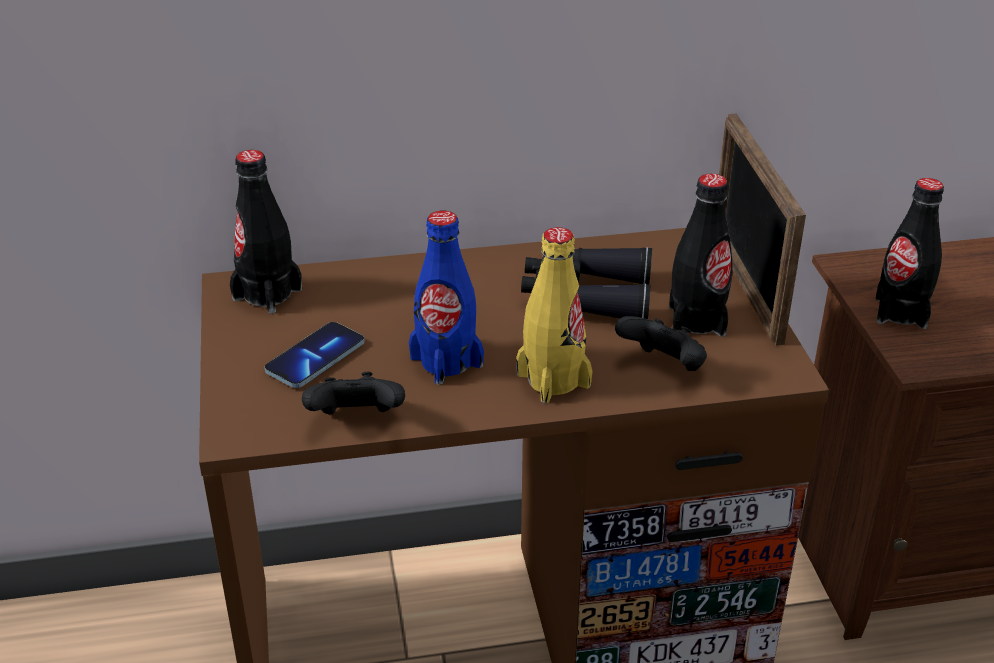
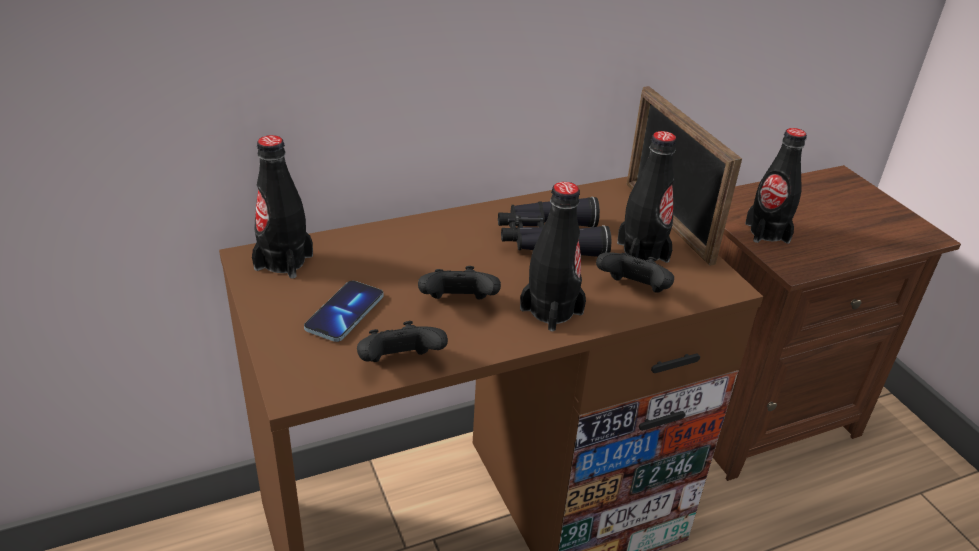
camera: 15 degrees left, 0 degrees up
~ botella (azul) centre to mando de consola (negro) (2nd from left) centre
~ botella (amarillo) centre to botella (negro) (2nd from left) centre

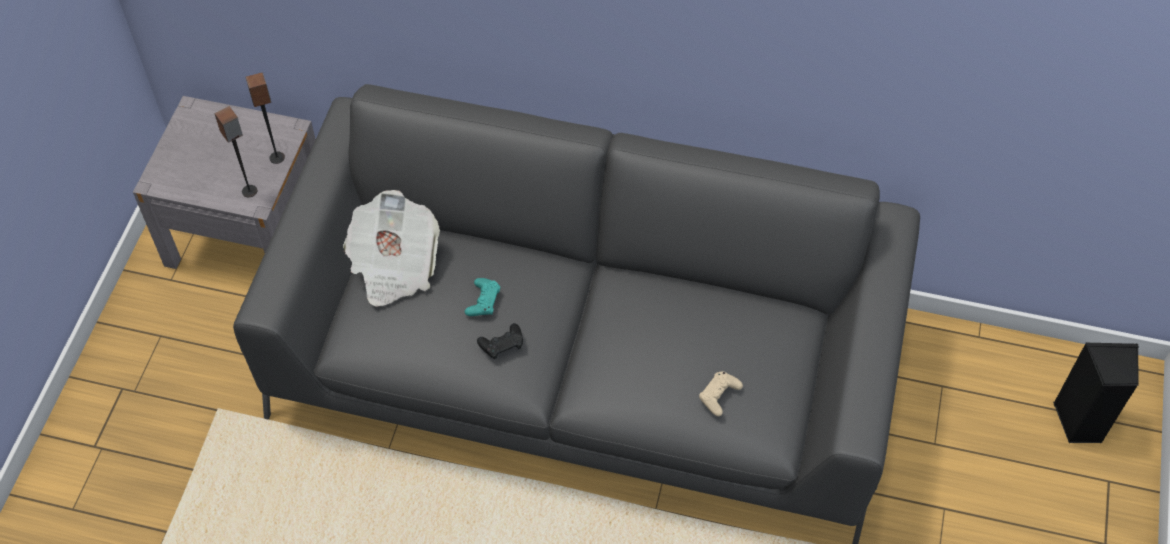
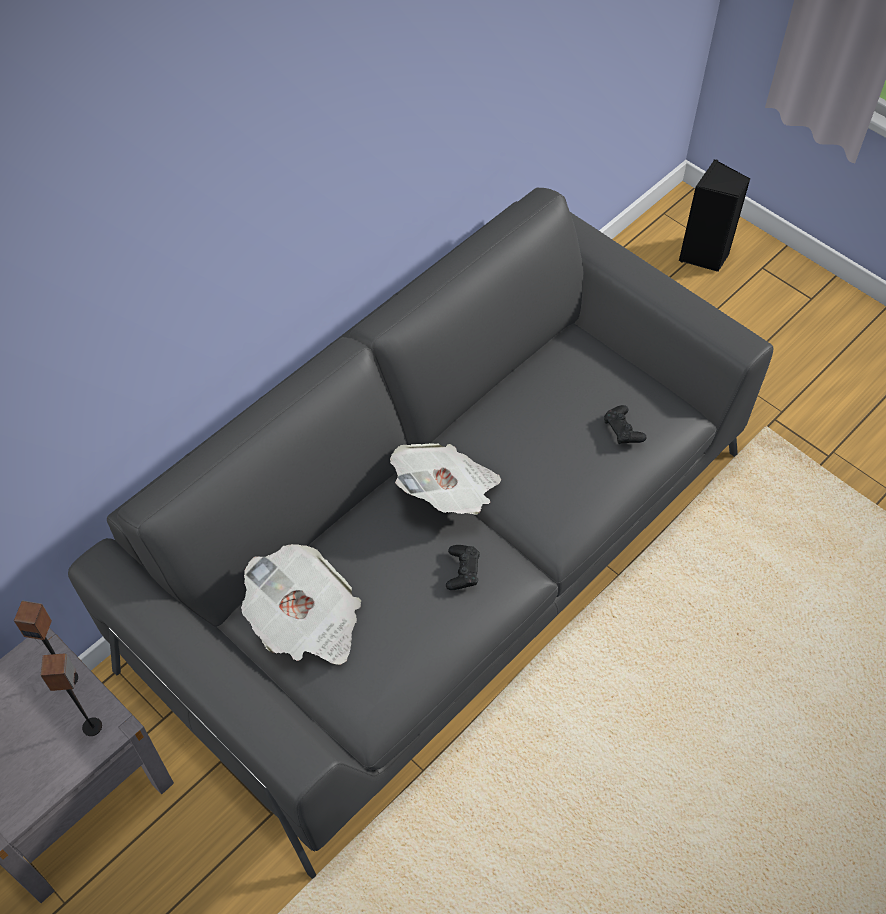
camera: 60 degrees left, 0 degrees up
- mando de consola (turquesa) centre
~ mando de consola (beis) bottom centre to mando de consola (negro) (2nd from left) middle right
+ periódico (2nd from left) centre

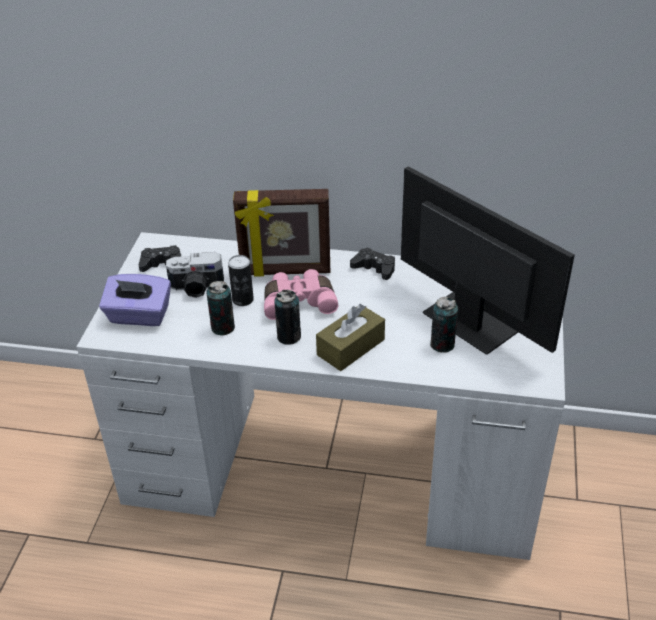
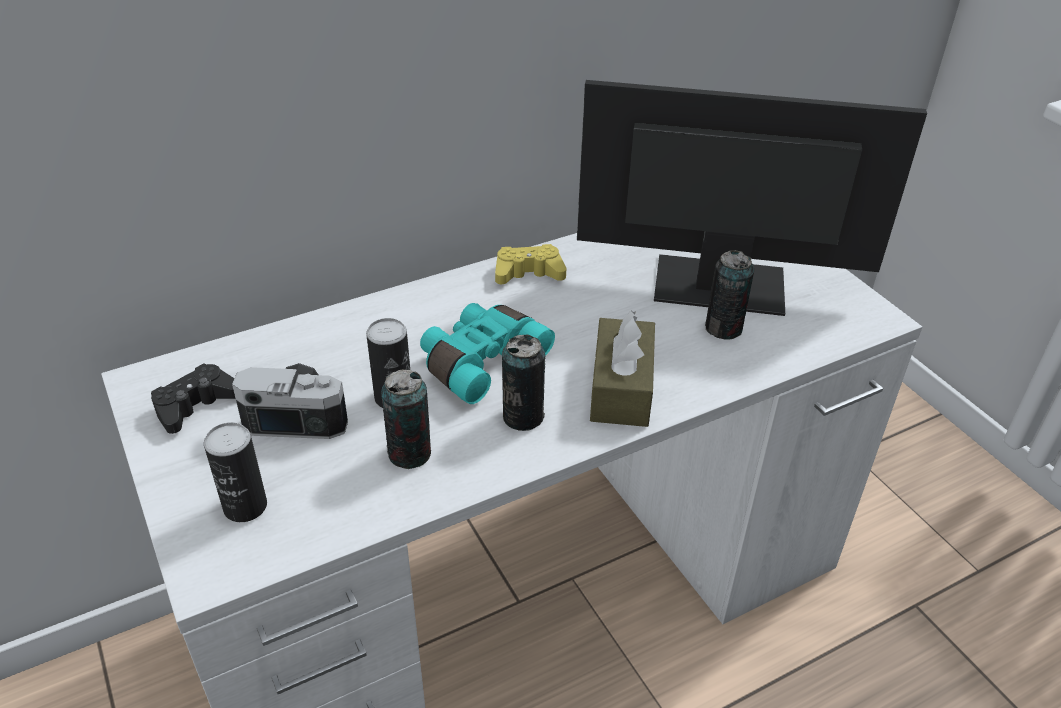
camera: 40 degrees left, 0 degrees up
~ caja de pañuelos (morado) middle left to lata (1st from left) bottom left
~ cámara middle left = middle left 135 degrees counterclockwise
- portarretratos centre
~ prismáticos (rosa) centre to prismáticos (turquesa) centre
~ mando de consola (negro) (2nd from left) centre to mando de consola (amarillo) centre

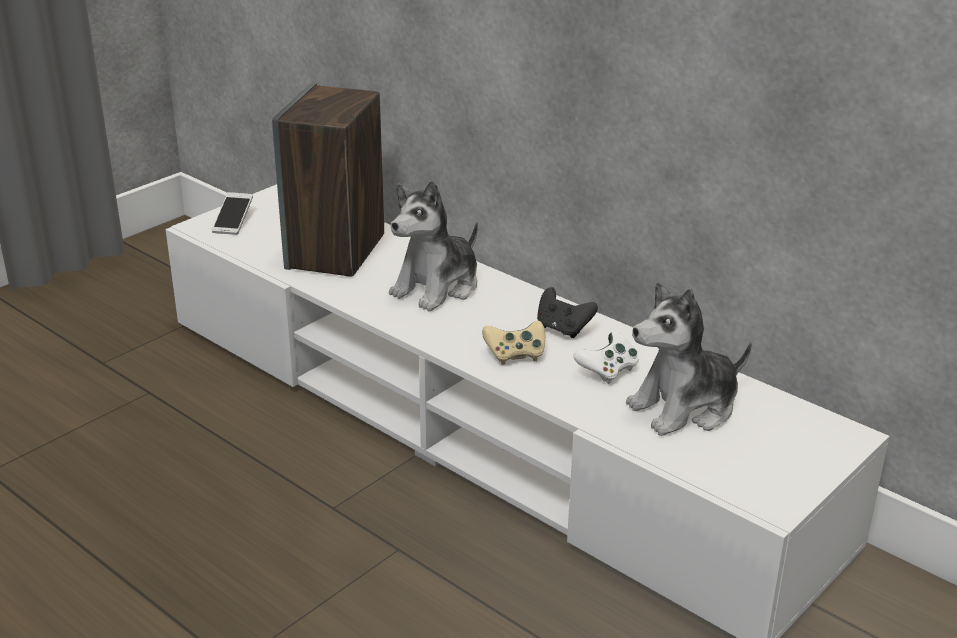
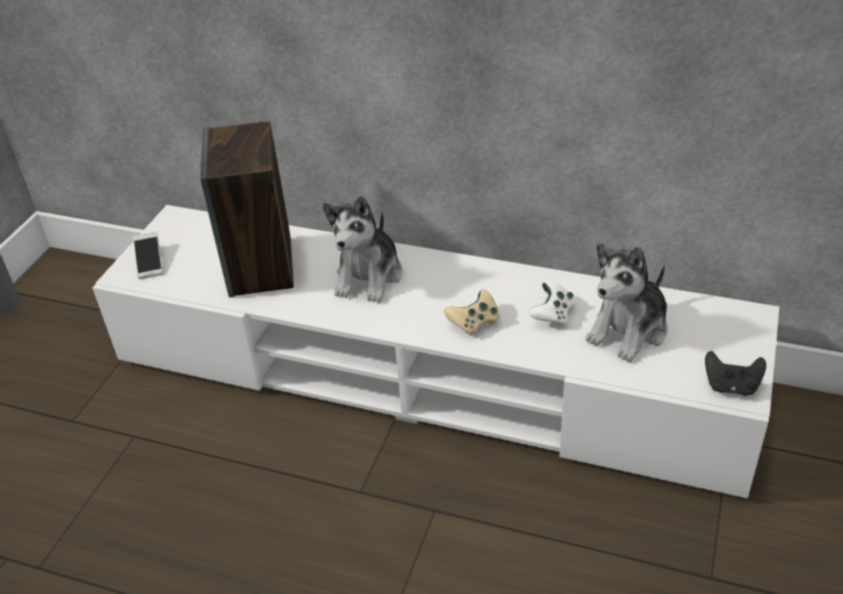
camera: 20 degrees left, 10 degrees up
~ mando de consola (negro) centre to middle right

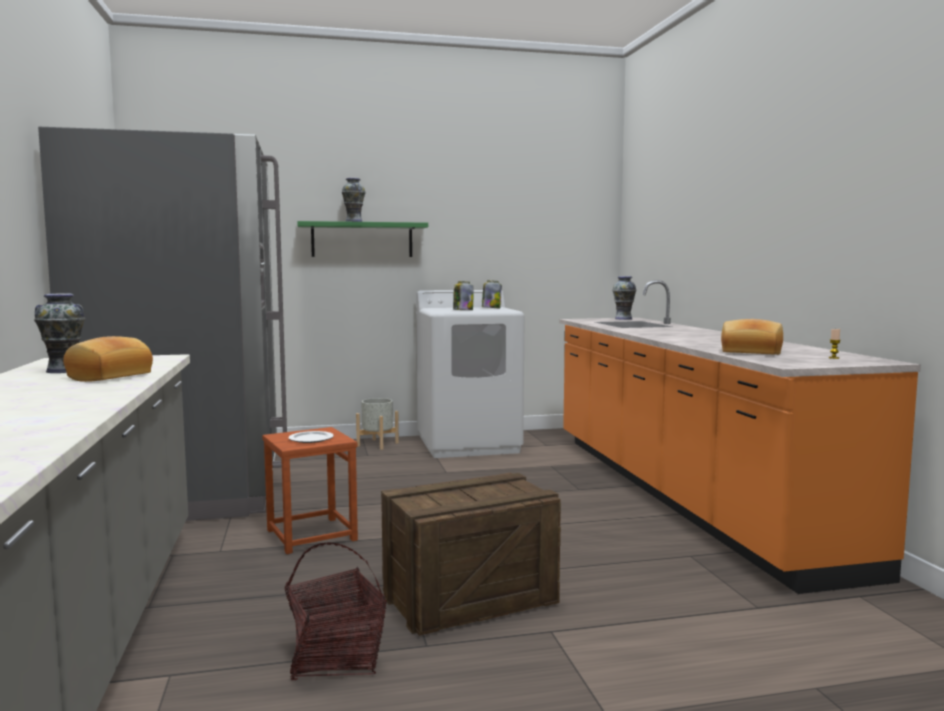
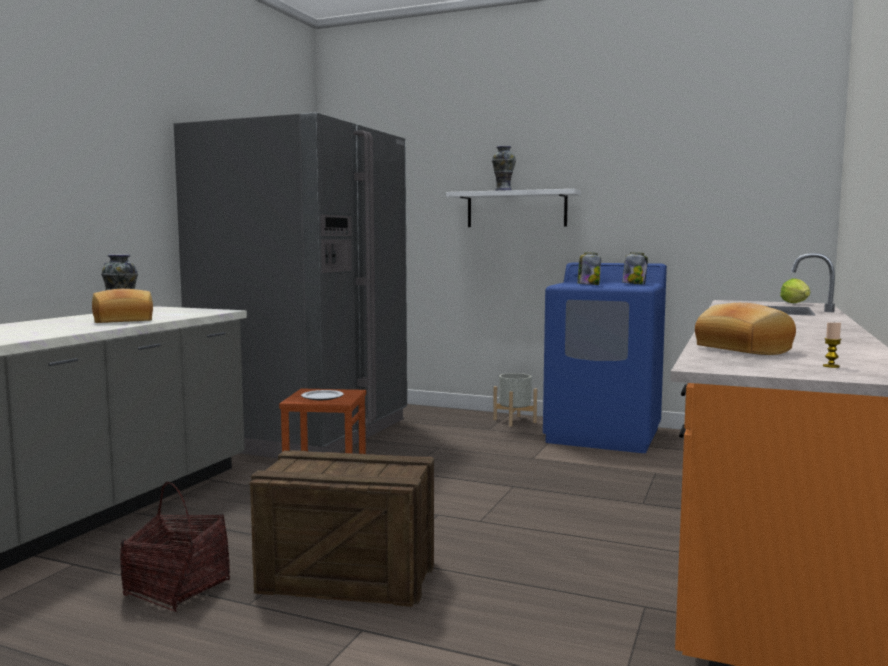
camera: 35 degrees right, 0 degrees up
~ estante (verde) centre to estante (blanco) top centre
~ lavadora (blanco) centre to lavadora (azul) middle right
~ florero (3rd from left) centre to lechuga middle right

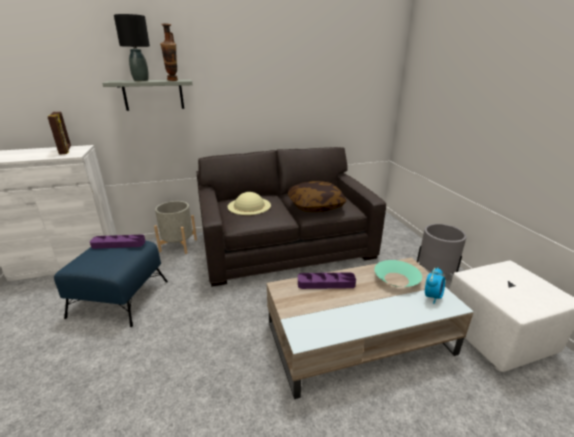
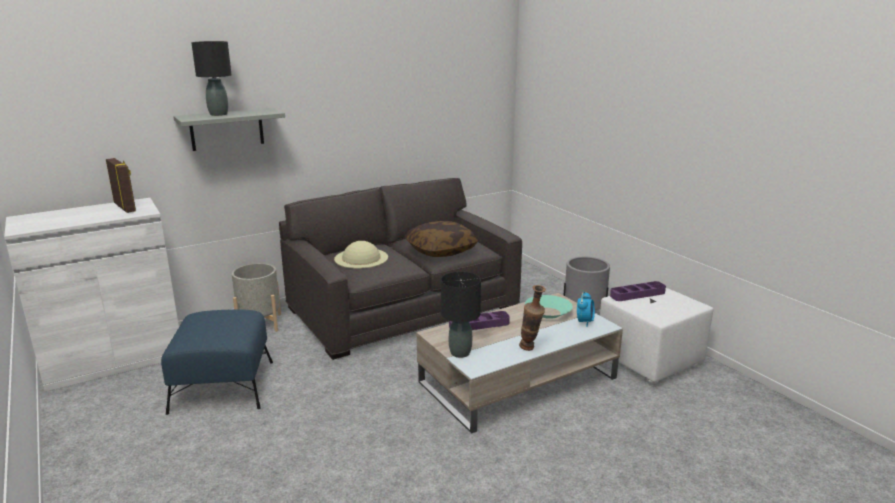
camera: 15 degrees left, 5 degrees down
~ bandeja (morado) (1st from left in the first image) middle left to bandeja (morado) (2nd from left) middle right
~ florero top left to centre
+ lámpara de mesa (negro) (2nd from left) centre

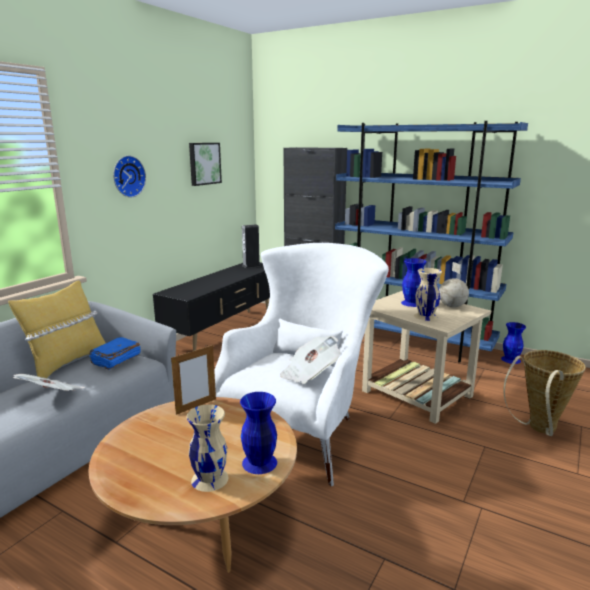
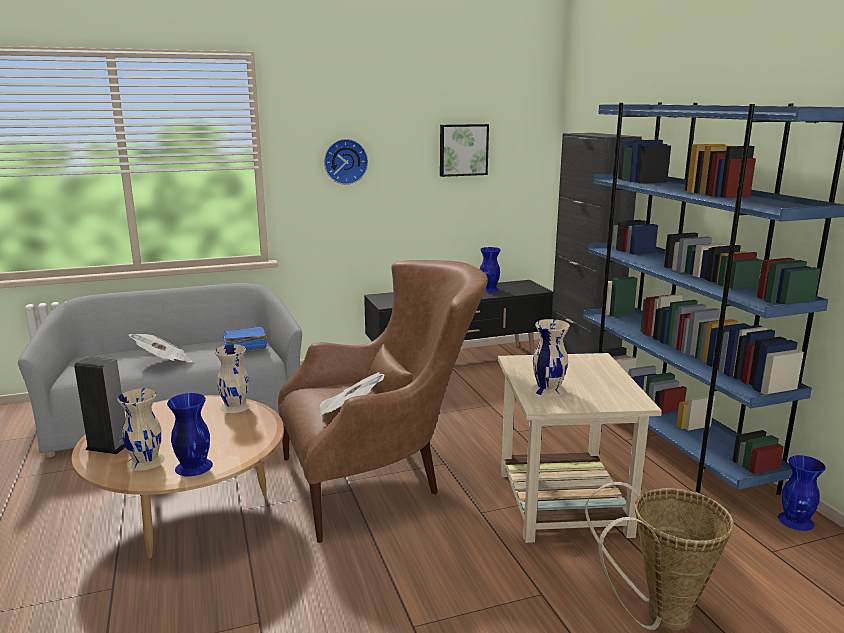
camera: 40 degrees right, 0 degrees up
- cojín (amarillo) middle left
~ portarretratos middle left to florero (beis) (2nd from left) middle left
~ sillón (blanco) centre to sillón (marrón) centre
~ altavoz centre to middle left
~ florero (azul) (2nd from left) middle right to centre
- globo terráqueo middle right

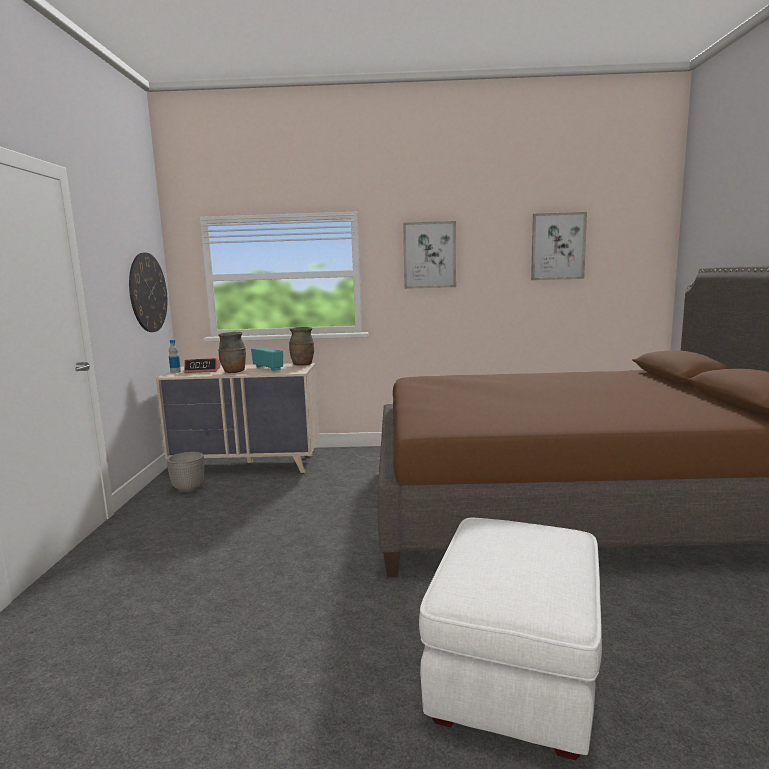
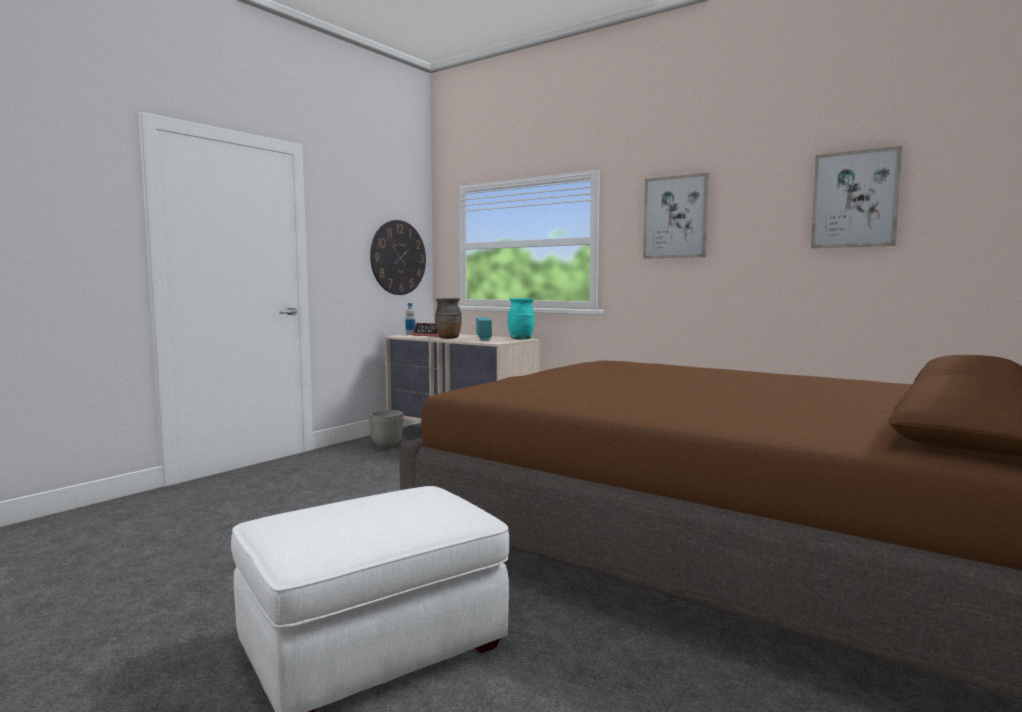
camera: 35 degrees right, 5 degrees down
~ florero (marrón) (2nd from left) centre to florero (turquesa) centre

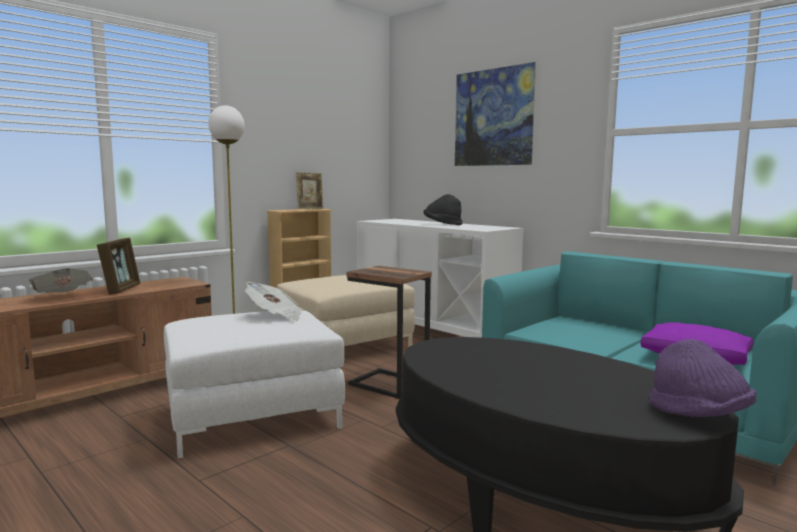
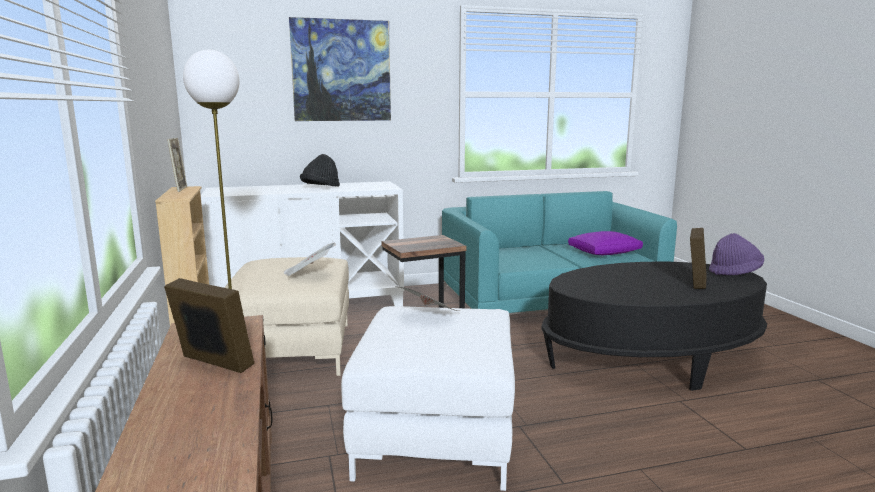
camera: 60 degrees left, 5 degrees up
~ periódico (1st from left) middle left to centre
+ portarretratos (3rd from left) middle right

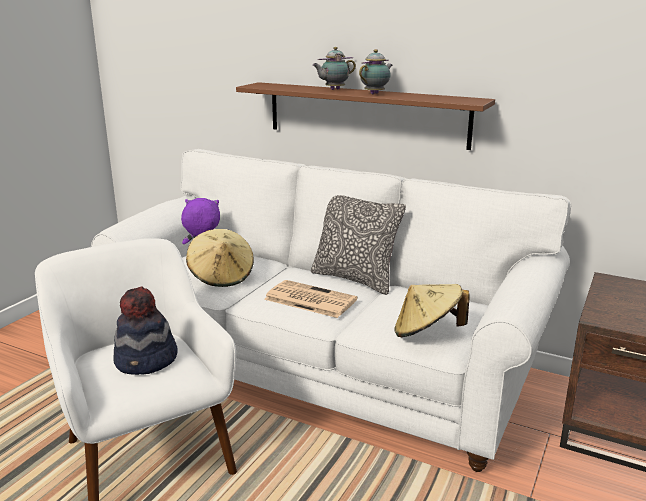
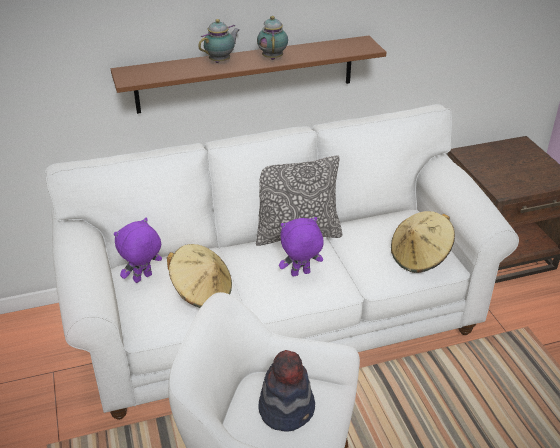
camera: 45 degrees left, 15 degrees up
~ periódico centre to peluche (morado) (2nd from left) centre
~ tetera (1st from left) top centre = top centre 150 degrees counterclockwise

